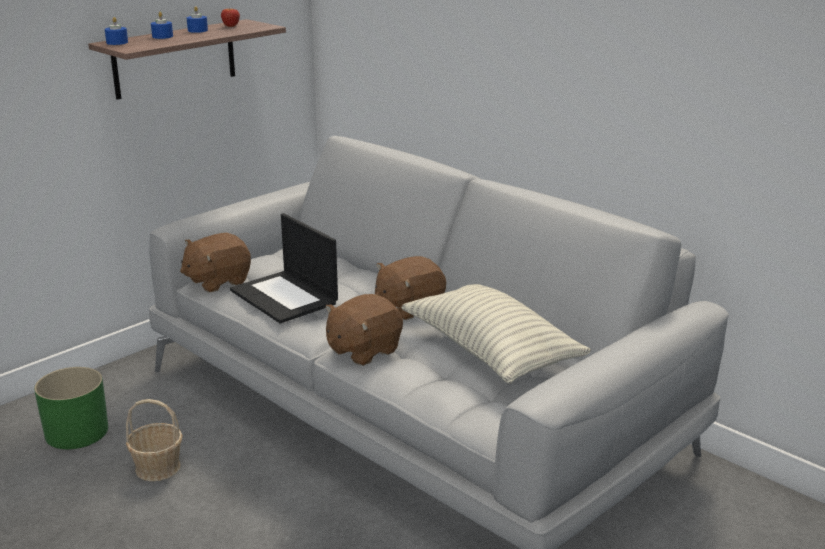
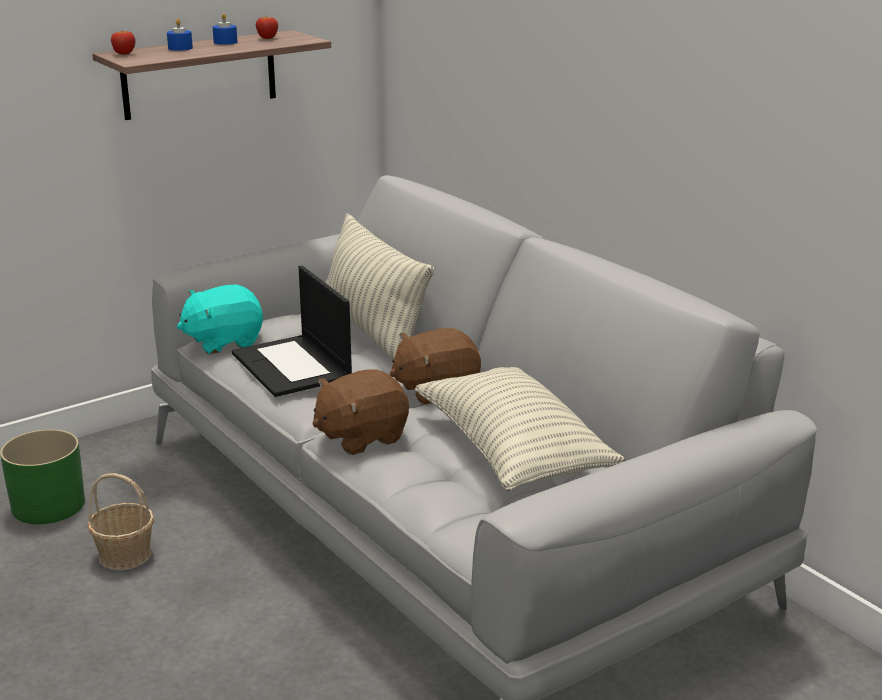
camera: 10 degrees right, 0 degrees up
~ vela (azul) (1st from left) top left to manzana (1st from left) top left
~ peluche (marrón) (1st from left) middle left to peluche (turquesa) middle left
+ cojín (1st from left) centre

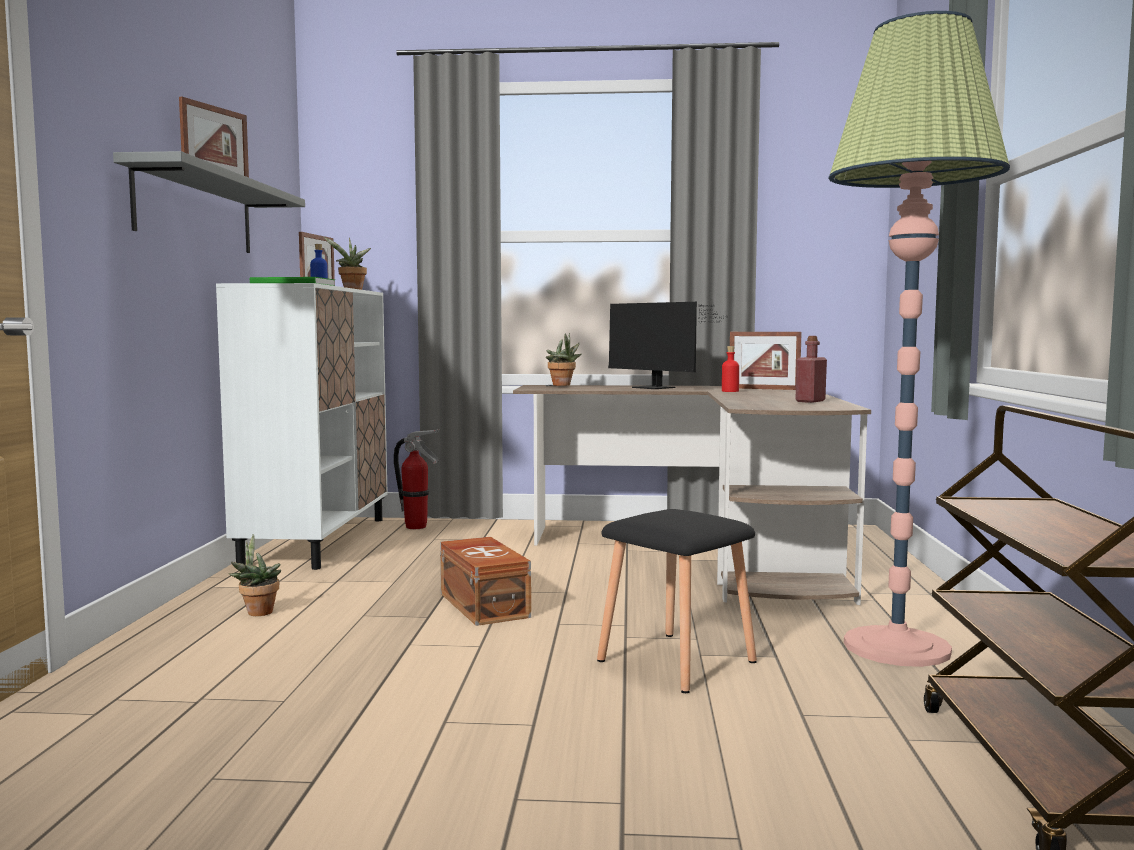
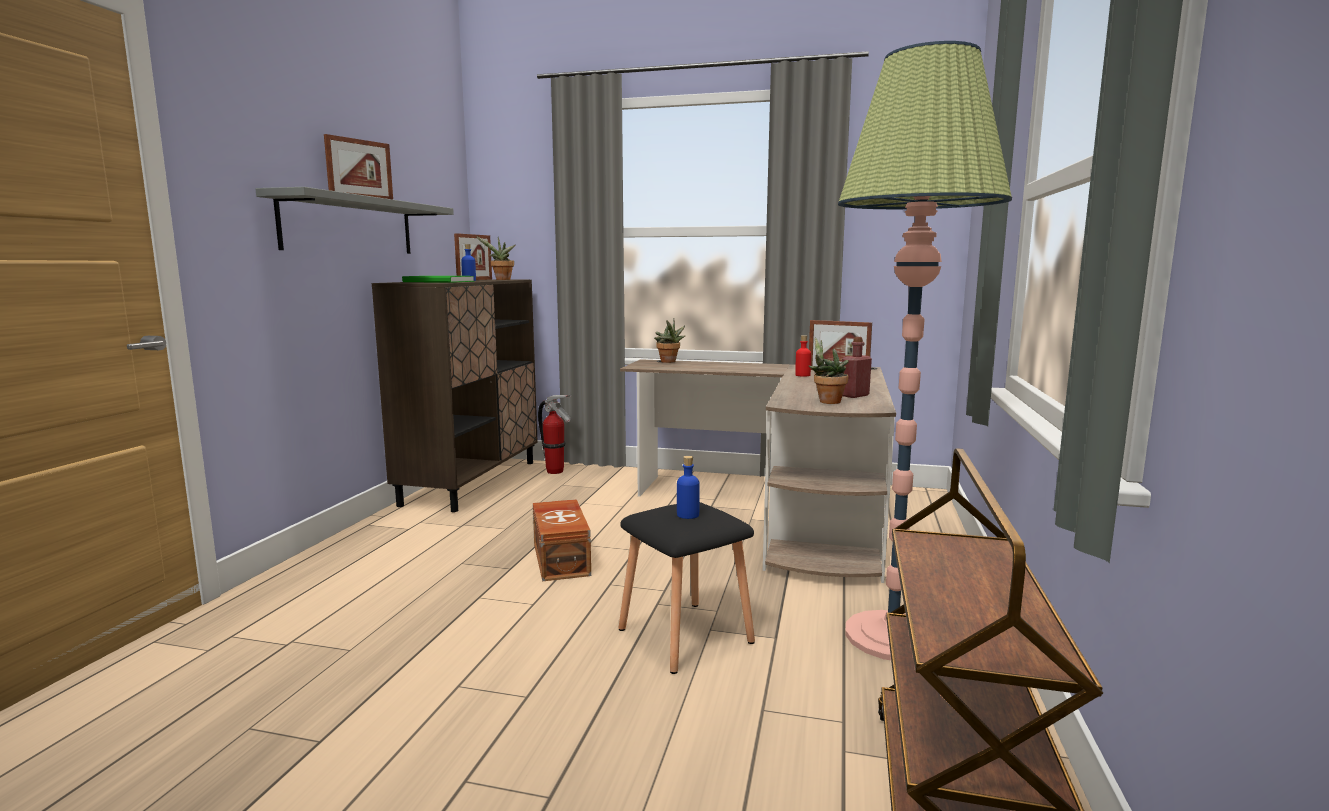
camera: 10 degrees right, 5 degrees up
~ armario (blanco) middle left to armario (marrón) centre
~ planta en maceta (1st from left in the first image) bottom left to planta en maceta (3rd from left) centre
- monitor centre
+ botella (azul) (2nd from left) centre

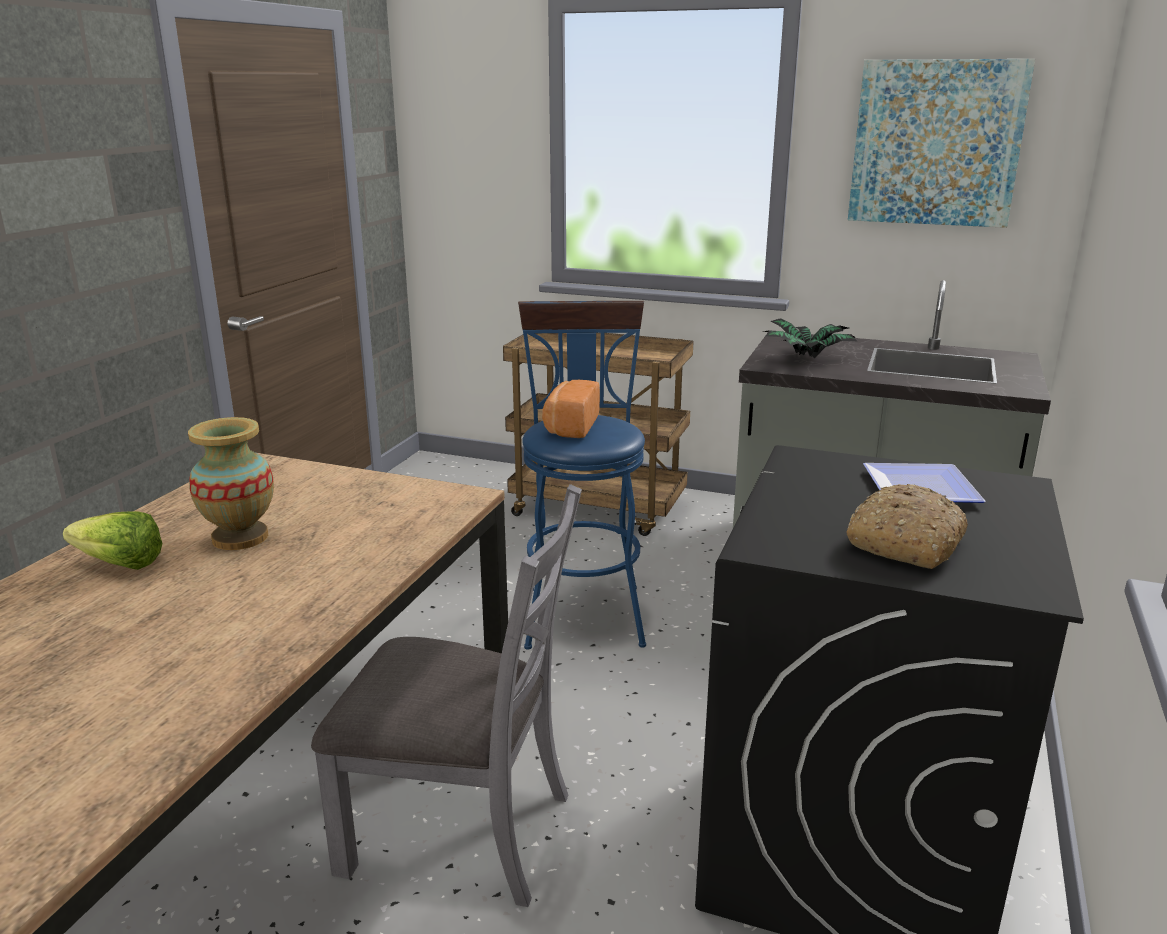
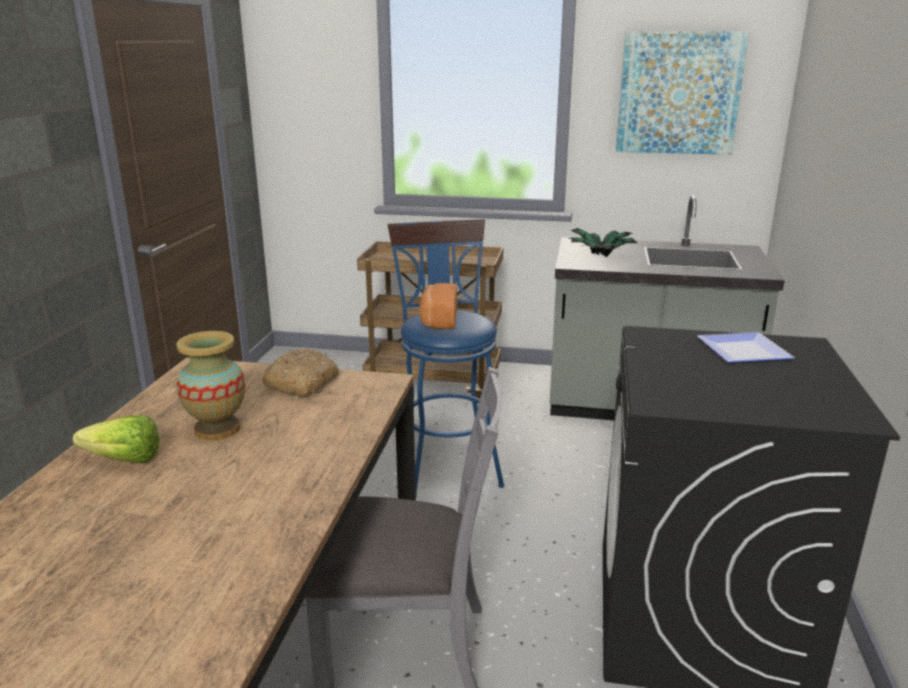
camera: 10 degrees left, 0 degrees up
~ pan (2nd from left in the first image) middle right to pan (1st from left) middle left

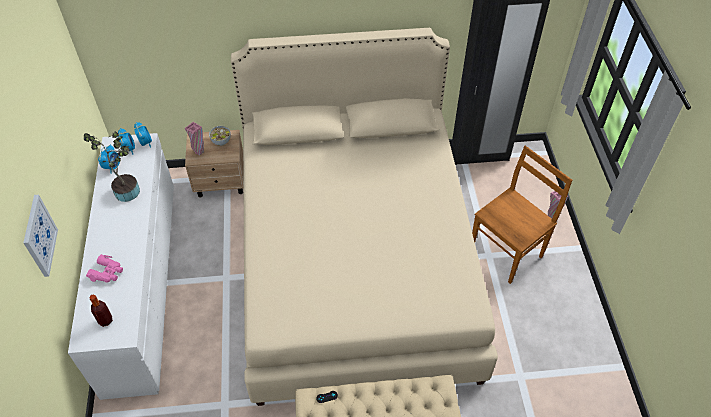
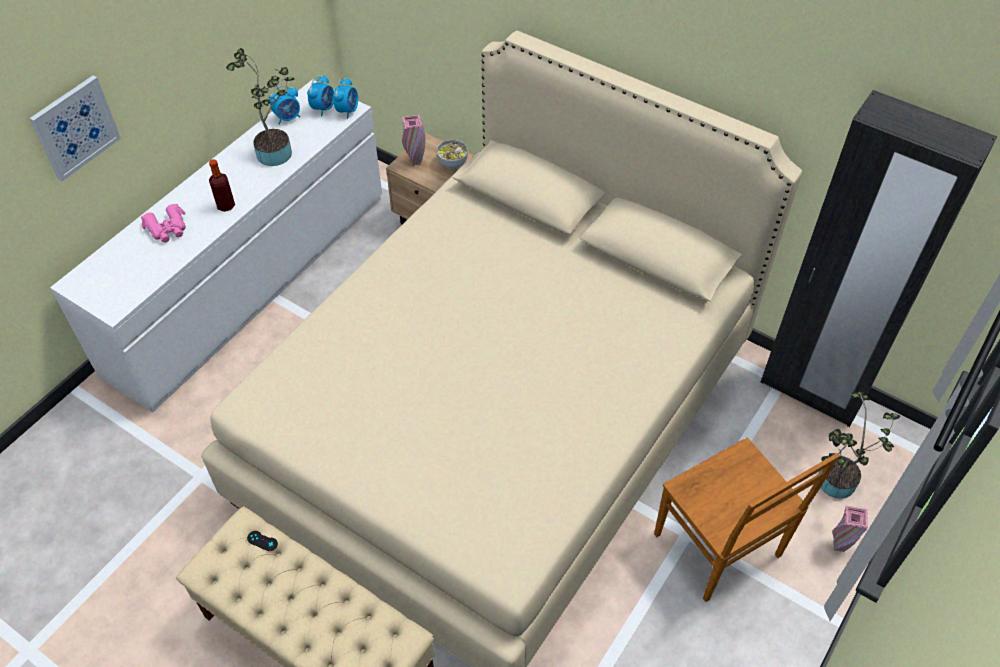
camera: 40 degrees right, 0 degrees up
~ botella bottom left to top left
~ silla (marrón) middle right = bottom right 60 degrees clockwise
+ planta en maceta (2nd from left) bottom right

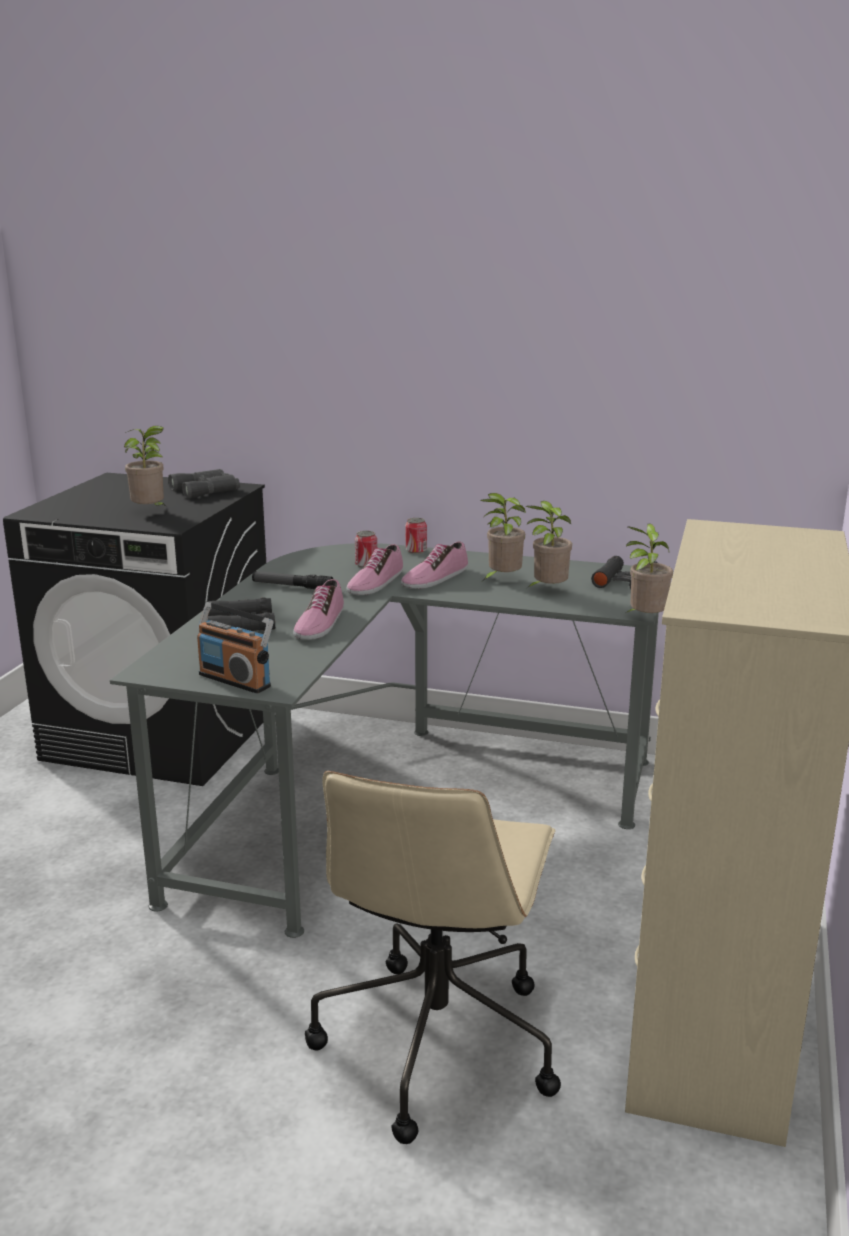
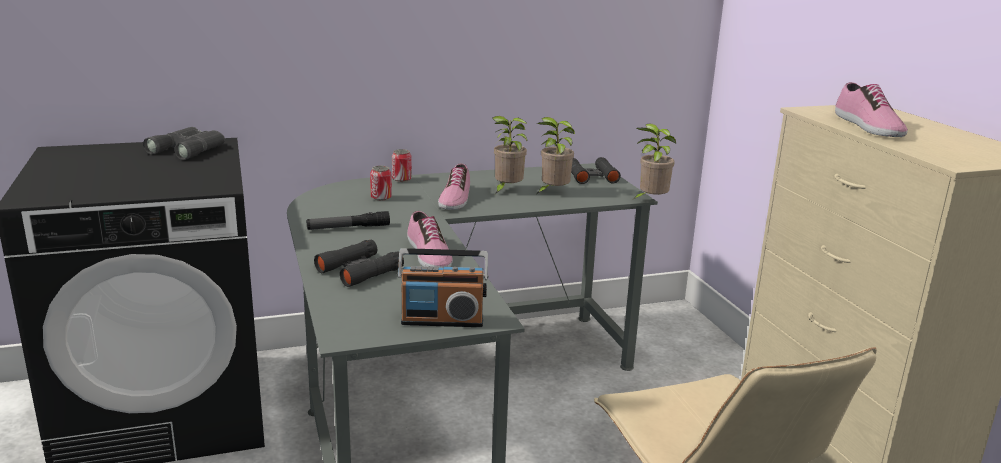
camera: 35 degrees left, 0 degrees up
- planta en maceta (1st from left) middle left
~ zapato (2nd from left in the first image) centre to zapato (3rd from left) top right

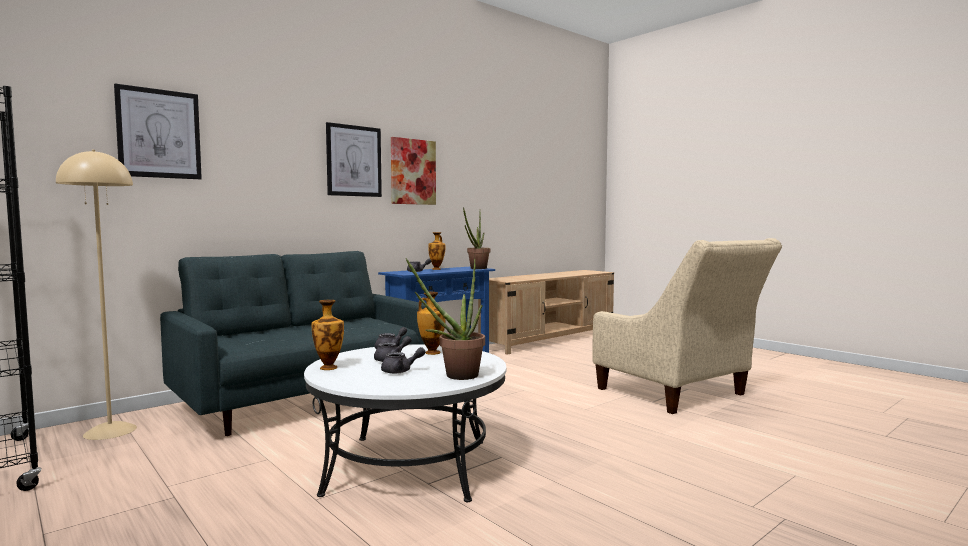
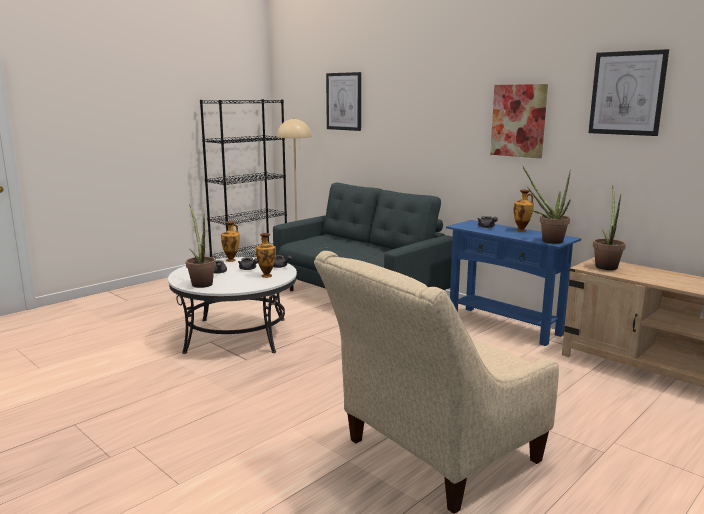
camera: 85 degrees right, 10 degrees up
~ cuadro (2nd from left in the first image) top centre to cuadro (3rd from left) top right
+ planta en maceta (3rd from left) middle right

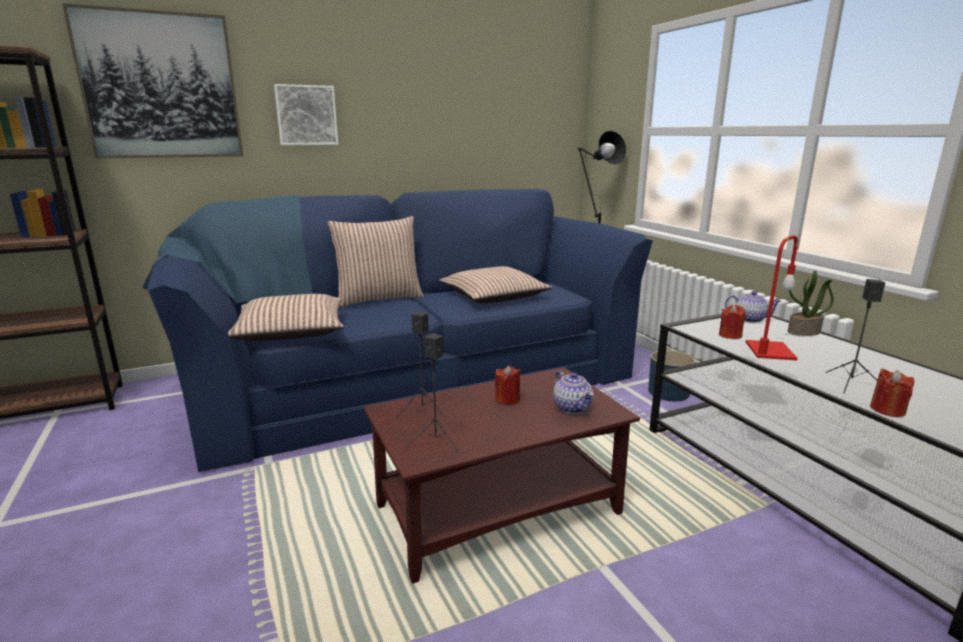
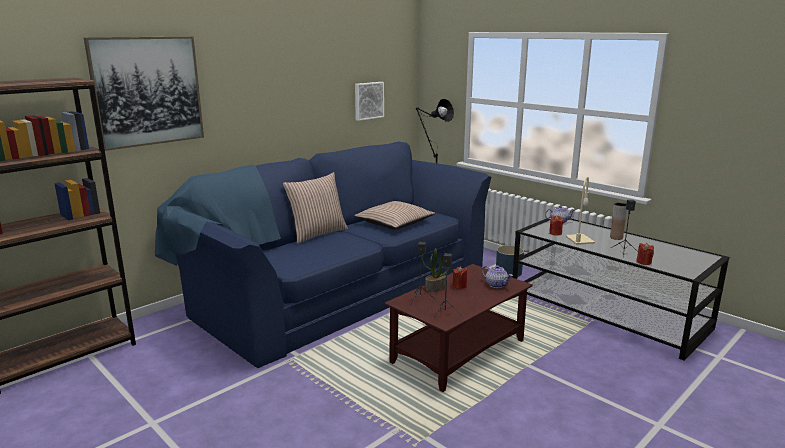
camera: 20 degrees left, 0 degrees up
- cojín (1st from left) middle left
~ cuadro (2nd from left) top left to top centre
~ lámpara de mesa (rojo) middle right to lámpara de mesa (beis) middle right
~ planta en maceta middle right to centre
+ florero (marrón) middle right

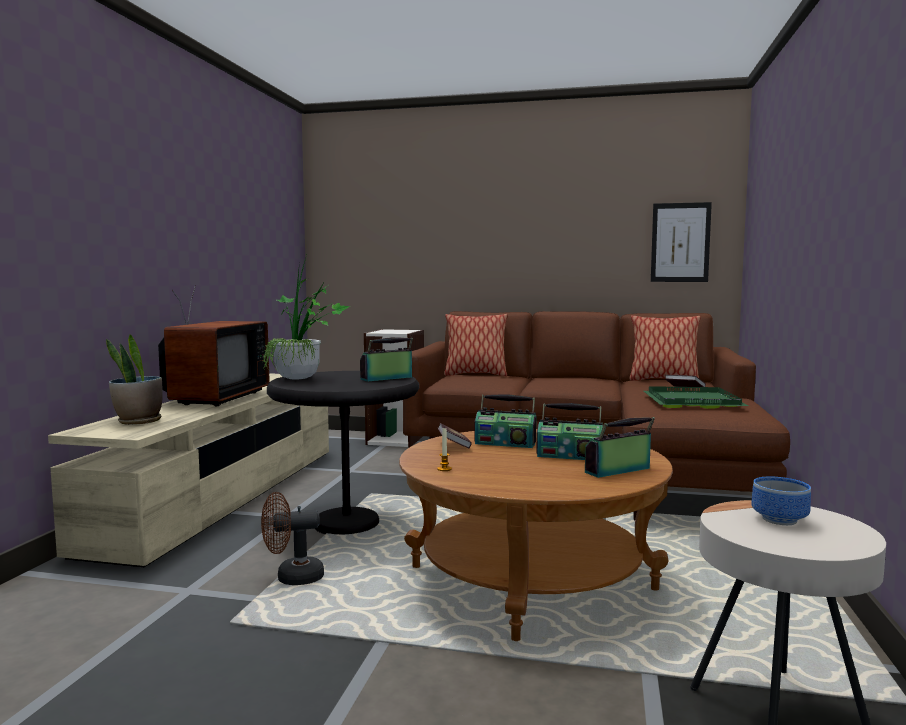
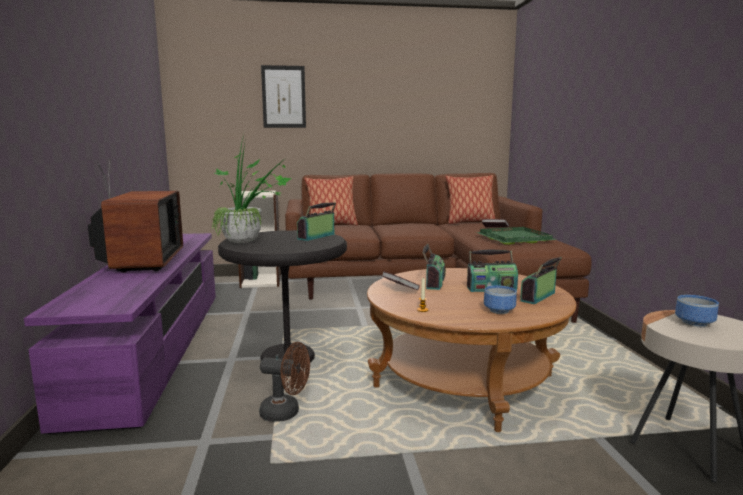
camera: 20 degrees left, 5 degrees up
~ mueble de televisión (beis) middle left to mueble de televisión (morado) bottom left
- planta en maceta (1st from left) middle left
~ ventilador (marrón) bottom left = bottom centre 135 degrees counterclockwise
~ radio (2nd from left) centre = centre 75 degrees counterclockwise
~ cuadro middle right to top centre
+ cuenco (1st from left) middle right

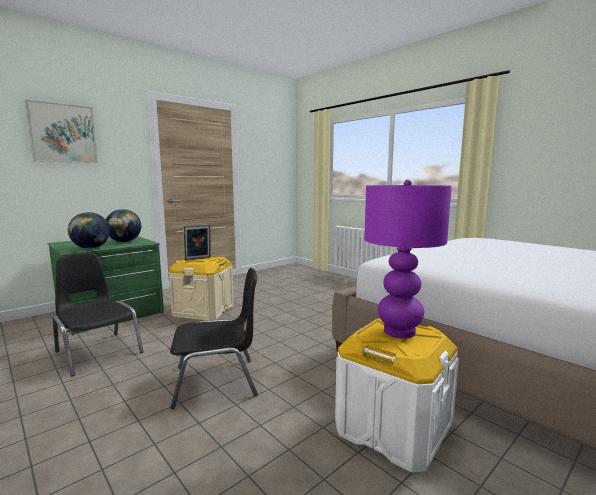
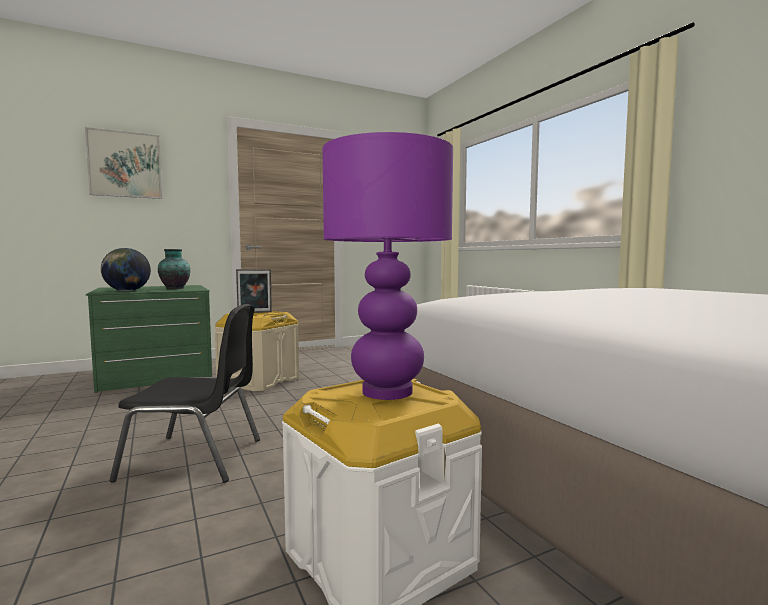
camera: 15 degrees right, 5 degrees down
- silla (negro) (1st from left) middle left
~ globo terráqueo (2nd from left) middle left to florero middle left

